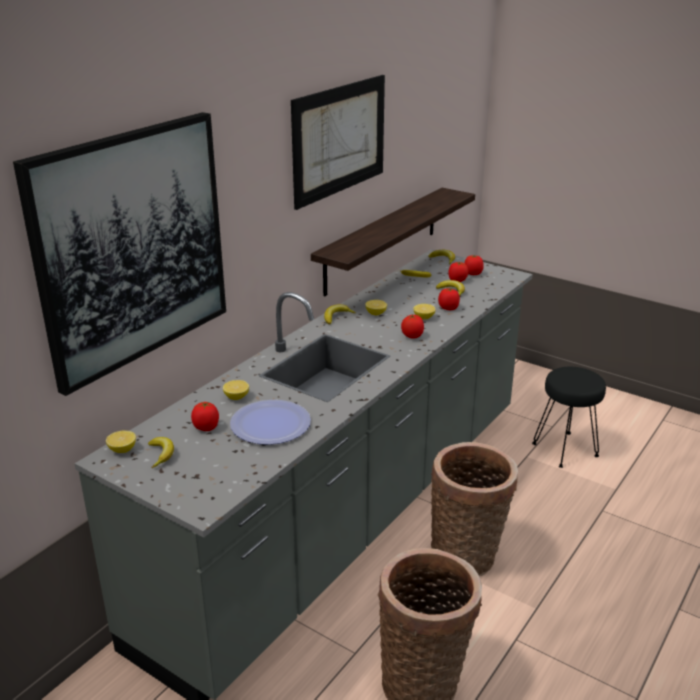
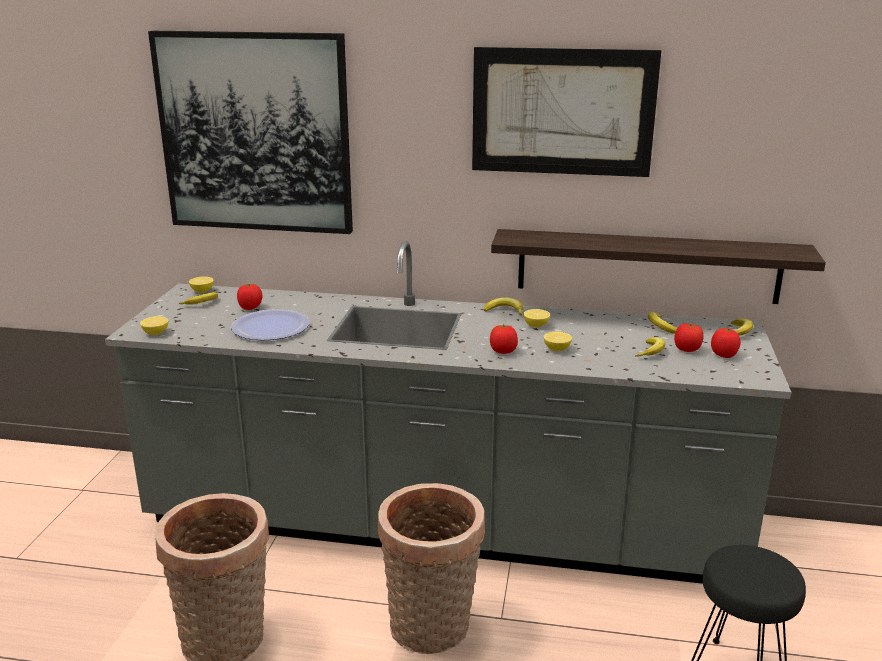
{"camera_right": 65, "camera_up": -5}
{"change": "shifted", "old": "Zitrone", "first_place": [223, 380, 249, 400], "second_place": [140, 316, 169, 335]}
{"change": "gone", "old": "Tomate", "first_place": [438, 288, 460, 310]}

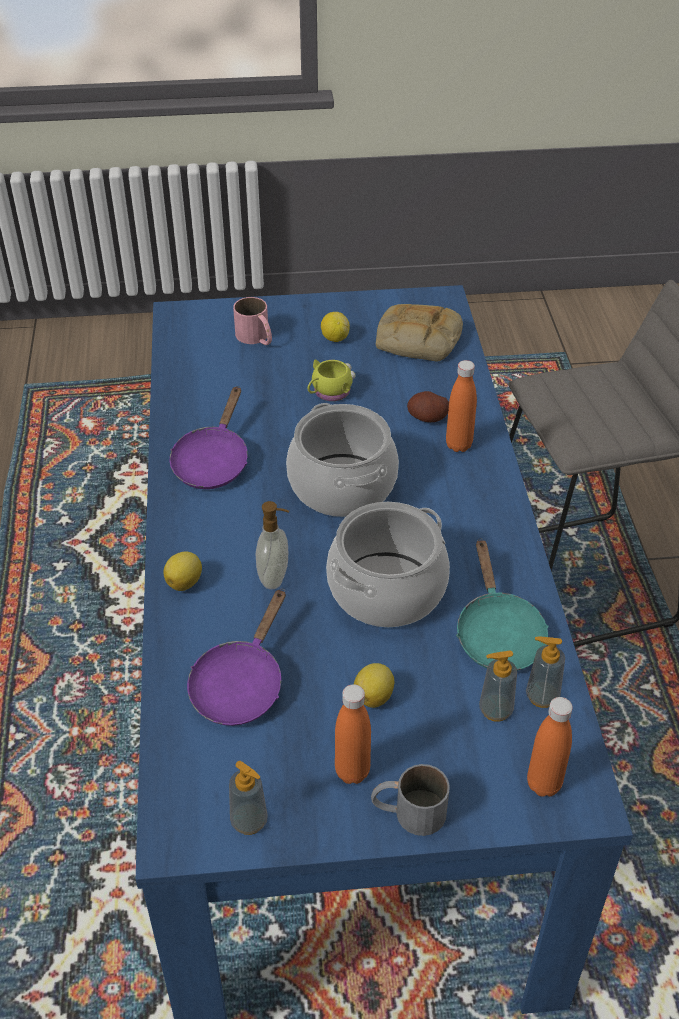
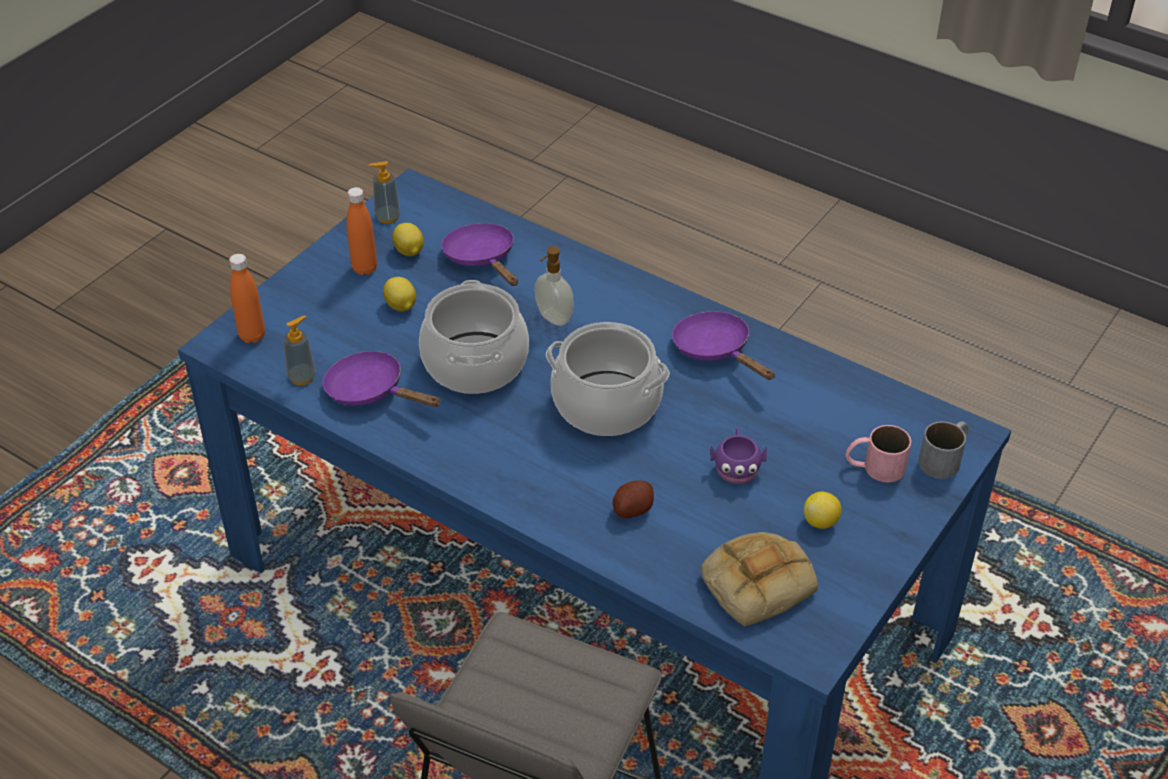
{"camera_right": 130, "camera_up": 0}
{"change": "shifted", "old": "Zitrone", "first_place": [163, 551, 202, 591], "second_place": [392, 223, 424, 256]}
{"change": "repainted", "old": "Henkelbecher [gelb]", "new": "Henkelbecher [lila]", "first_place": [308, 360, 355, 401], "second_place": [710, 428, 767, 484]}
{"change": "shifted", "old": "Henkelbecher [grau]", "first_place": [371, 764, 450, 836], "second_place": [919, 421, 969, 479]}
{"change": "gone", "old": "Flasche [orange]", "first_place": [446, 360, 477, 452]}
{"change": "repainted", "old": "Pfanne [türkis]", "new": "Pfanne [lila]", "first_place": [456, 538, 549, 671], "second_place": [323, 351, 441, 407]}
{"change": "gone", "old": "Seifenspender", "first_place": [479, 650, 517, 722]}

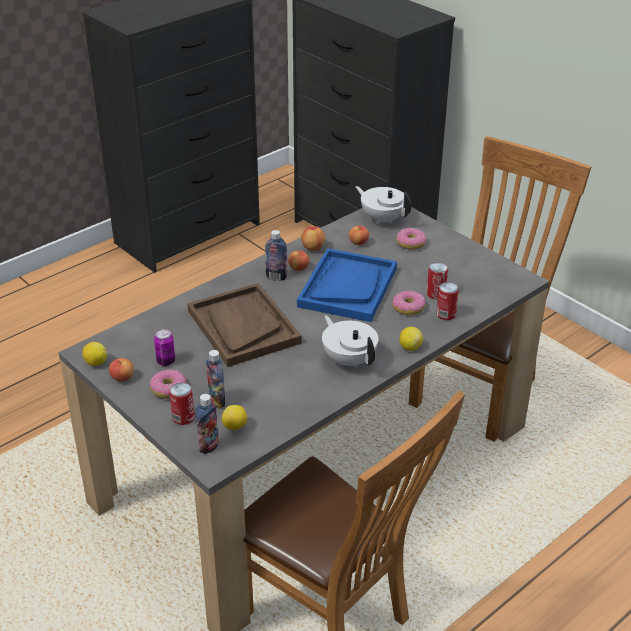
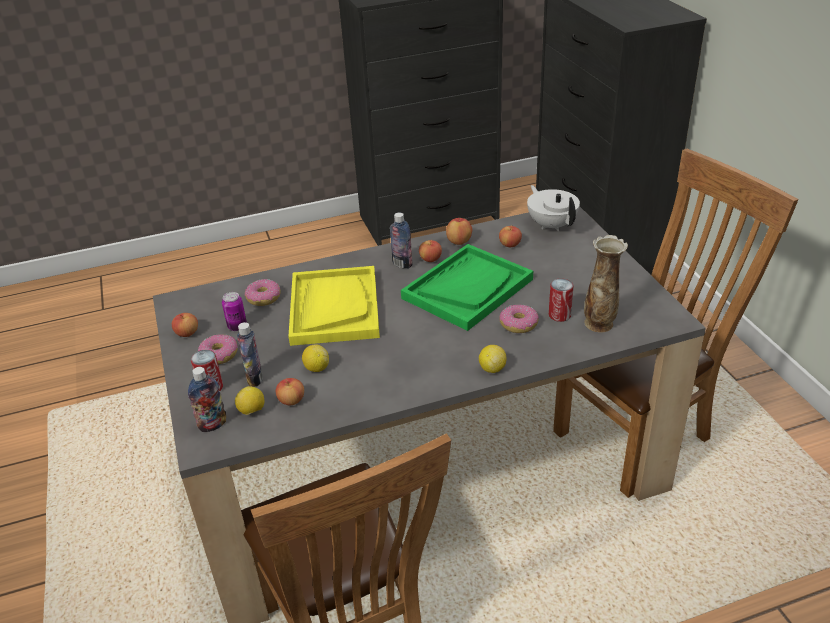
{"camera_right": 25, "camera_up": 0}
{"change": "shifted", "old": "Zitrone", "first_place": [82, 342, 107, 366], "second_place": [302, 344, 329, 372]}
{"change": "repainted", "old": "Tablett [braun]", "new": "Tablett [gelb]", "first_place": [187, 283, 302, 367], "second_place": [288, 266, 380, 346]}
{"change": "repainted", "old": "Tablett [blau]", "new": "Tablett [grün]", "first_place": [297, 248, 397, 322], "second_place": [401, 244, 533, 331]}
{"change": "gone", "old": "Teekanne [weiß]", "first_place": [322, 315, 379, 368]}
{"change": "shifted", "old": "Donut", "first_place": [396, 228, 427, 250], "second_place": [245, 279, 281, 306]}
{"change": "gone", "old": "Dose", "first_place": [437, 282, 459, 320]}
{"change": "new", "new": "Apfel", "second_place": [276, 378, 304, 405]}
{"change": "new", "new": "Vase", "second_place": [584, 235, 628, 332]}

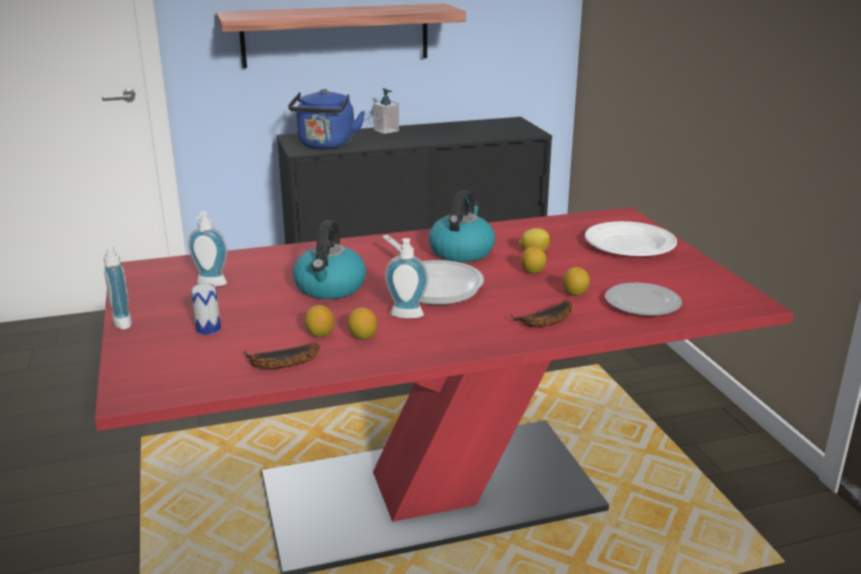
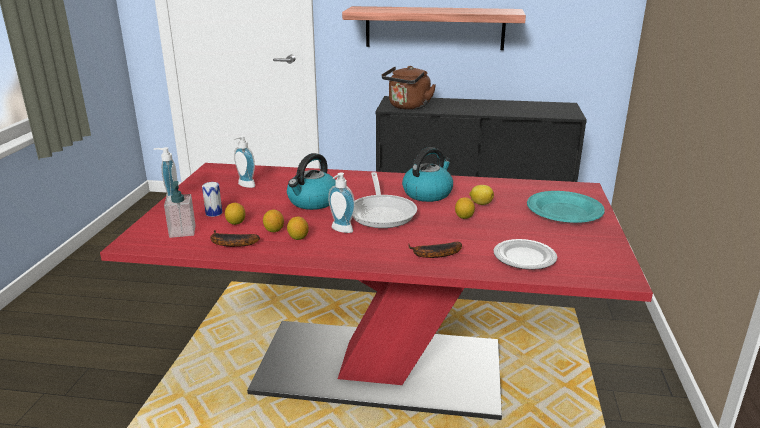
{"camera_right": 25, "camera_up": 0}
{"change": "repainted", "old": "Wasserkessel [blau]", "new": "Wasserkessel [braun]", "first_place": [288, 89, 365, 149], "second_place": [382, 66, 436, 110]}
{"change": "shifted", "old": "Seifenspender", "first_place": [373, 88, 399, 134], "second_place": [164, 181, 196, 238]}
{"change": "shifted", "old": "Zitrone", "first_place": [563, 267, 590, 296], "second_place": [225, 203, 245, 225]}
{"change": "repainted", "old": "Teller [weiß]", "new": "Teller [türkis]", "first_place": [585, 221, 677, 256], "second_place": [527, 191, 605, 223]}

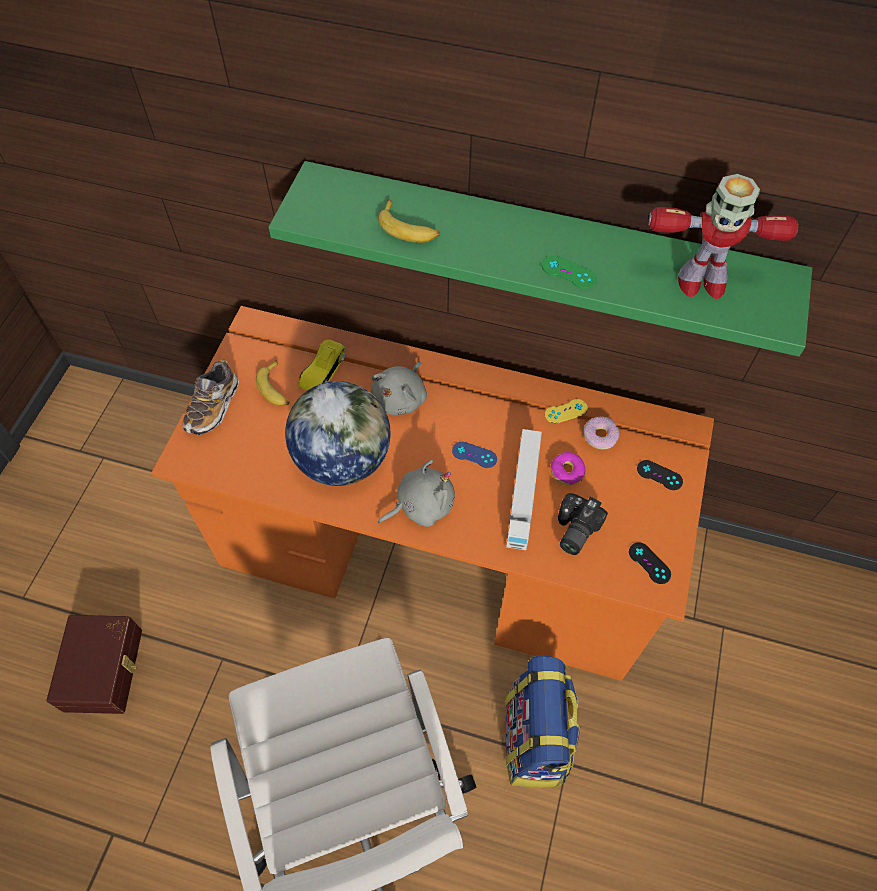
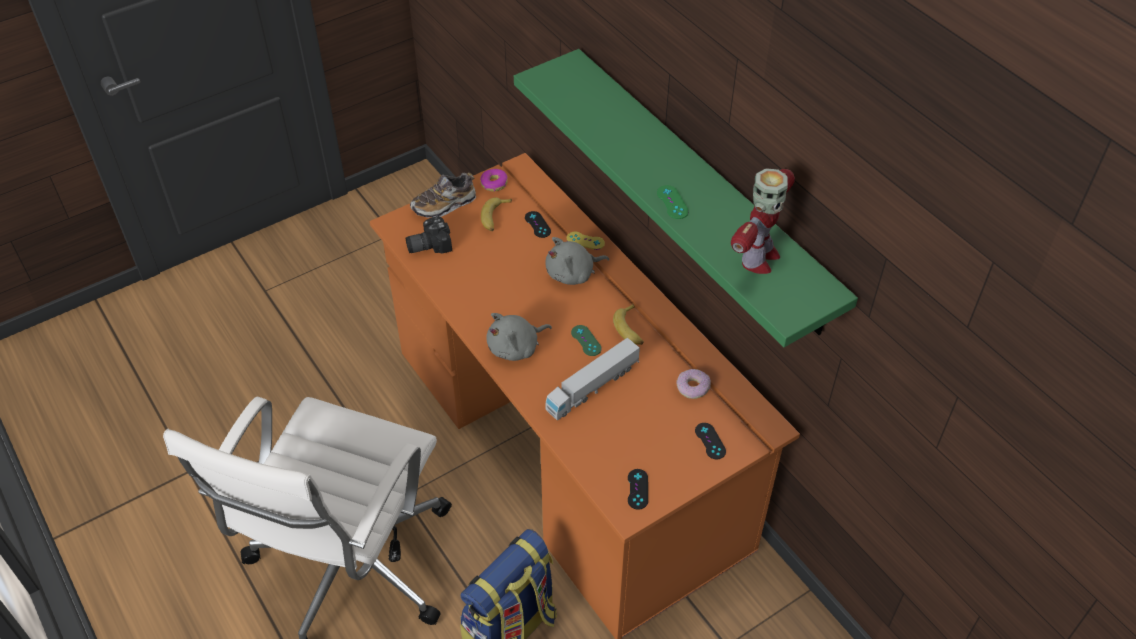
{"camera_right": 40, "camera_up": -10}
{"change": "gone", "old": "Aufbewahrungsbox [braun]", "first_place": [47, 615, 142, 714]}
{"change": "gone", "old": "Globus", "first_place": [285, 381, 391, 486]}
{"change": "swapped", "old": "Spielzeugauto [gelb]", "new": "Gamepad [schwarz]", "first_place": [298, 340, 346, 391], "second_place": [525, 211, 551, 238]}
{"change": "shifted", "old": "Banane", "first_place": [378, 200, 440, 243], "second_place": [613, 304, 644, 345]}
{"change": "rotated", "old": "Plüschtier [grau]", "first_place": [378, 460, 455, 527], "second_place": [486, 313, 552, 361], "degrees": 135}
{"change": "repainted", "old": "Gamepad [blau]", "new": "Gamepad [grün]", "first_place": [452, 442, 497, 468], "second_place": [571, 325, 602, 356]}
{"change": "shifted", "old": "Gamepad [gelb]", "first_place": [545, 399, 588, 424], "second_place": [567, 232, 605, 250]}
{"change": "shifted", "old": "Donut", "first_place": [550, 452, 586, 485], "second_place": [480, 169, 508, 191]}
{"change": "shifted", "old": "Kamera", "first_place": [558, 493, 608, 555], "second_place": [405, 216, 452, 253]}
{"change": "rotated", "old": "Spielzeugroboter", "first_place": [648, 174, 799, 299], "second_place": [731, 168, 795, 274], "degrees": -105}

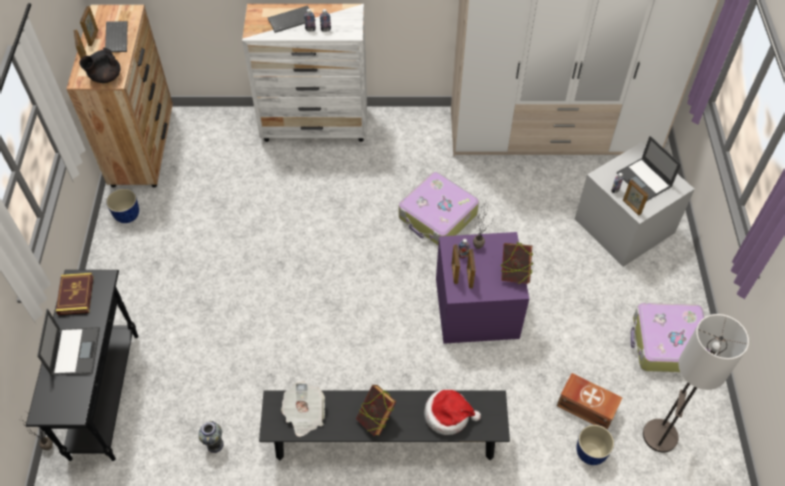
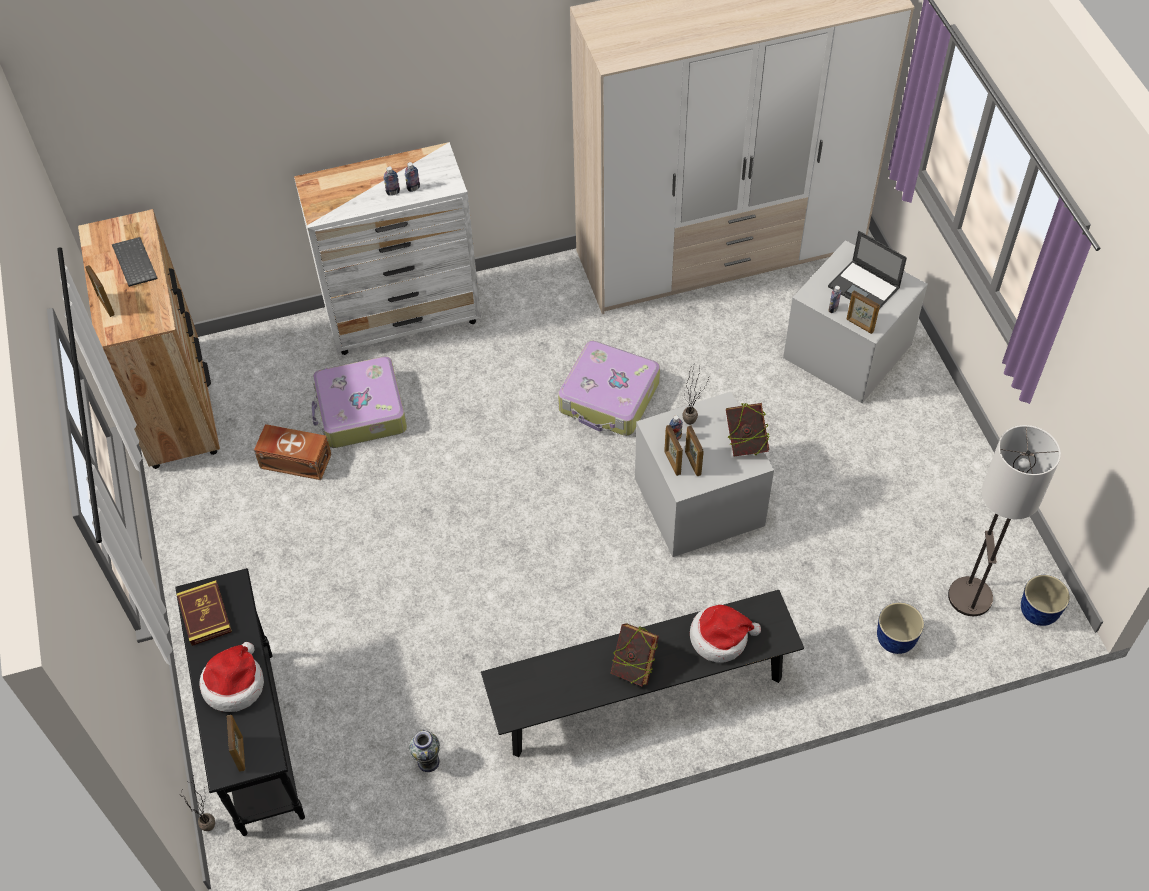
{"camera_right": -15, "camera_up": 0}
{"change": "swapped", "old": "Laptop", "new": "Hut", "first_place": [37, 309, 100, 376], "second_place": [199, 642, 264, 712]}
{"change": "gone", "old": "Teekanne [schwarz]", "first_place": [79, 48, 121, 83]}
{"change": "shifted", "old": "Bilderrahmen", "first_place": [80, 6, 98, 46], "second_place": [227, 715, 245, 772]}
{"change": "shifted", "old": "Pflanzkübel", "first_place": [106, 189, 139, 223], "second_place": [1021, 575, 1070, 626]}
{"change": "gone", "old": "Tastatur", "first_place": [268, 6, 309, 33]}
{"change": "gone", "old": "Zeitung", "first_place": [281, 381, 325, 437]}
{"change": "repainted", "old": "Aufbewahrungsbox [lila]", "new": "Aufbewahrungsbox [grau]", "first_place": [436, 232, 529, 344], "second_place": [635, 392, 774, 557]}
{"change": "shifted", "old": "Aufbewahrungsbox [braun]", "first_place": [557, 373, 622, 430], "second_place": [254, 424, 331, 480]}
{"change": "shifted", "old": "Koffer", "first_place": [631, 303, 710, 372], "second_place": [312, 356, 407, 448]}

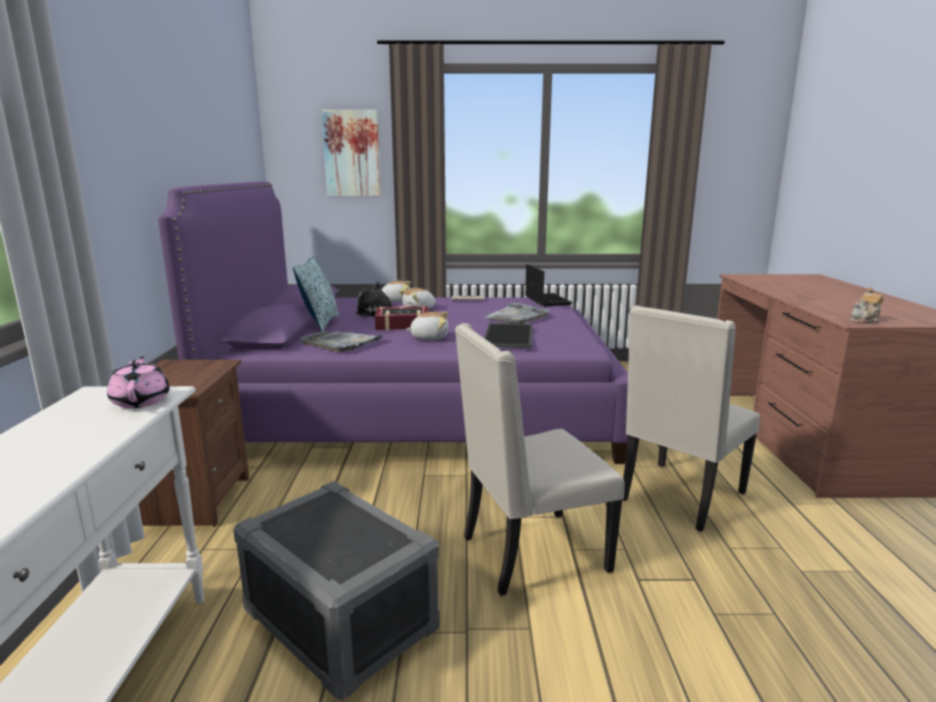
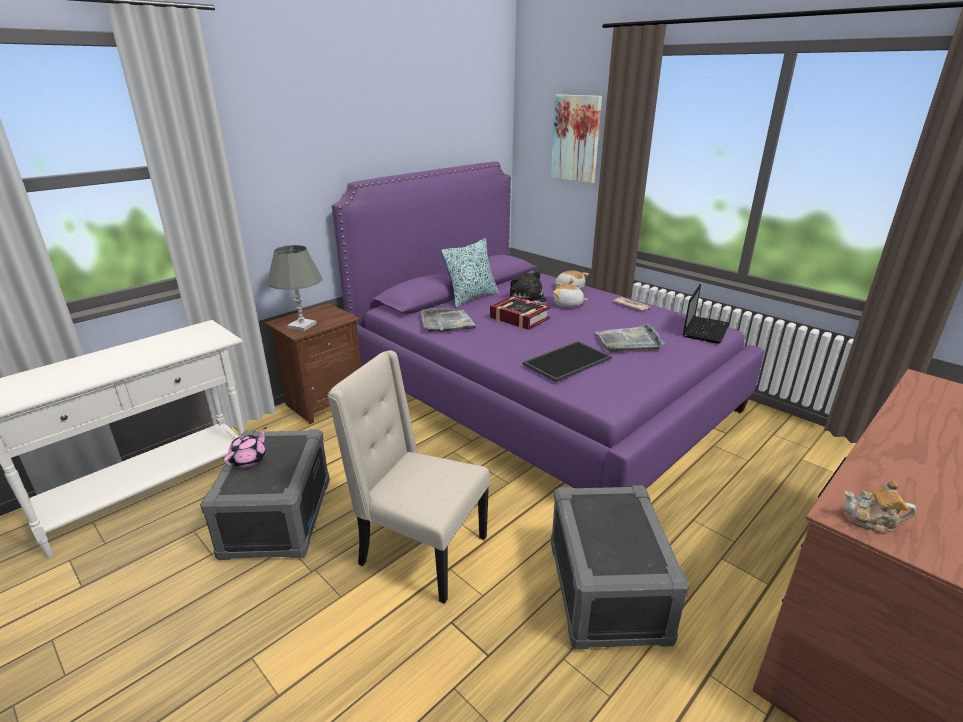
{"camera_right": 45, "camera_up": 10}
{"change": "shifted", "old": "Teekanne [rosa]", "first_place": [107, 357, 170, 408], "second_place": [224, 427, 267, 468]}
{"change": "gone", "old": "Plüschtier", "first_place": [405, 312, 449, 340]}
{"change": "swapped", "old": "Stuhl [beige]", "new": "Aufbewahrungsbox [grau]", "first_place": [623, 306, 760, 532], "second_place": [551, 485, 690, 650]}
{"change": "new", "new": "Tischlampe [grau]", "second_place": [268, 245, 323, 331]}

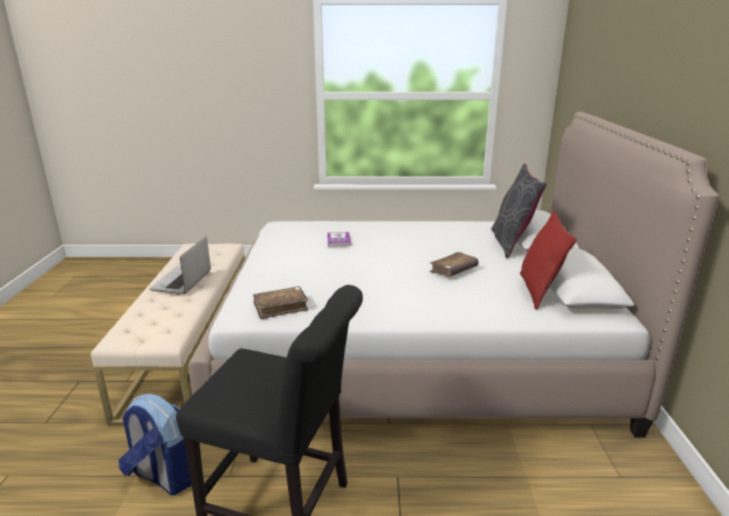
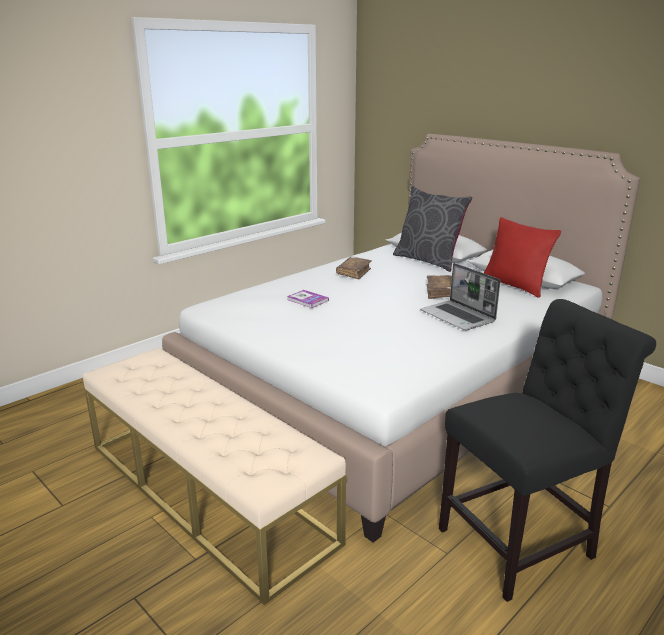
{"camera_right": -45, "camera_up": 0}
{"change": "gone", "old": "Rucksack", "first_place": [118, 394, 191, 495]}
{"change": "shifted", "old": "Laptop", "first_place": [149, 237, 211, 294], "second_place": [421, 263, 500, 330]}
{"change": "shifted", "old": "Buch [braun]", "first_place": [253, 286, 309, 319], "second_place": [336, 257, 372, 279]}

